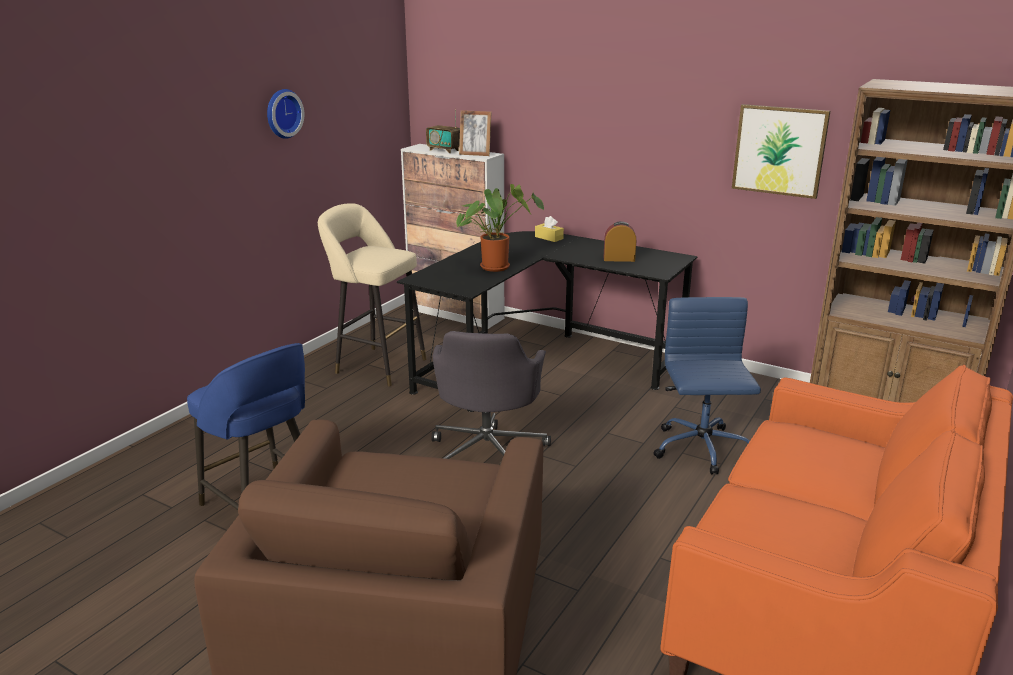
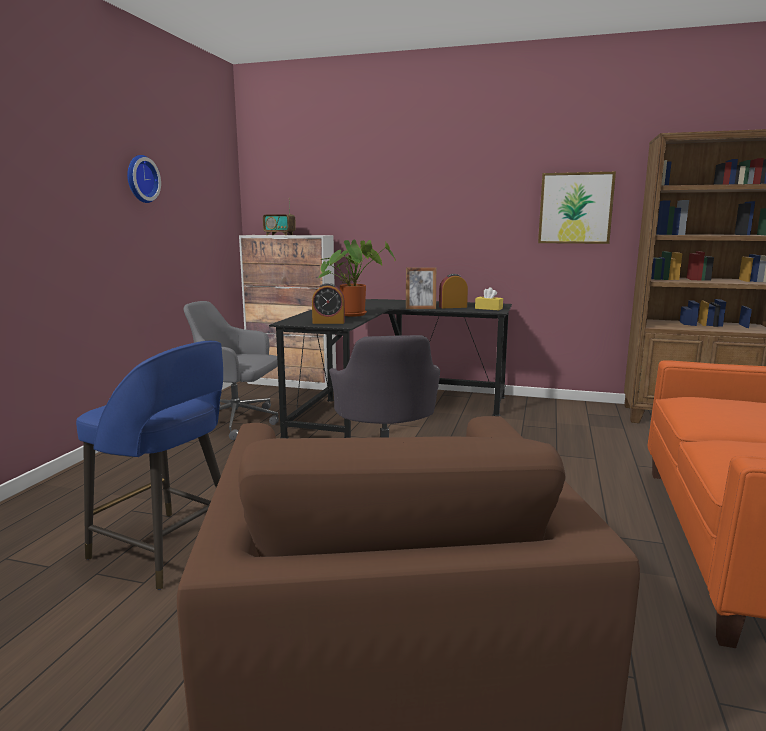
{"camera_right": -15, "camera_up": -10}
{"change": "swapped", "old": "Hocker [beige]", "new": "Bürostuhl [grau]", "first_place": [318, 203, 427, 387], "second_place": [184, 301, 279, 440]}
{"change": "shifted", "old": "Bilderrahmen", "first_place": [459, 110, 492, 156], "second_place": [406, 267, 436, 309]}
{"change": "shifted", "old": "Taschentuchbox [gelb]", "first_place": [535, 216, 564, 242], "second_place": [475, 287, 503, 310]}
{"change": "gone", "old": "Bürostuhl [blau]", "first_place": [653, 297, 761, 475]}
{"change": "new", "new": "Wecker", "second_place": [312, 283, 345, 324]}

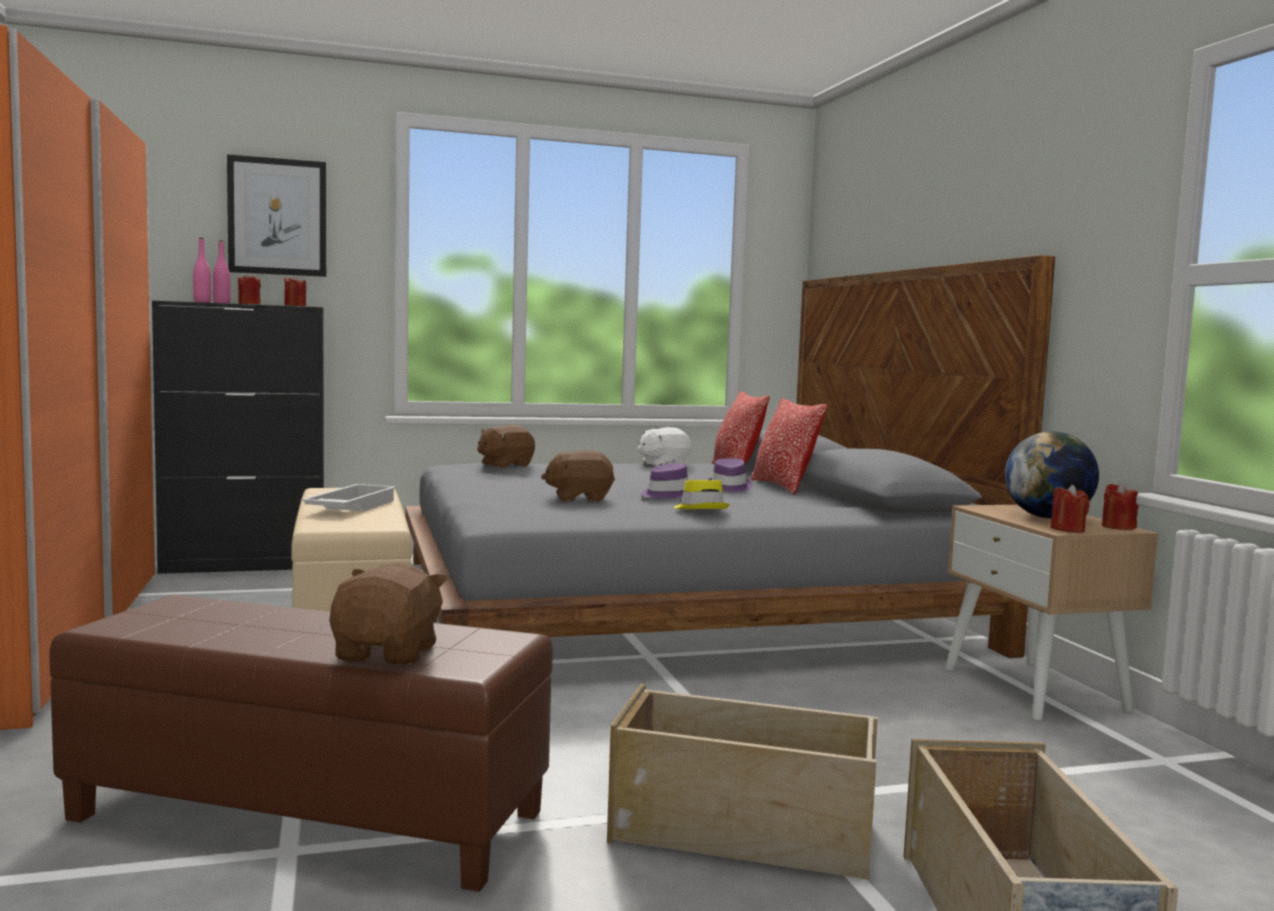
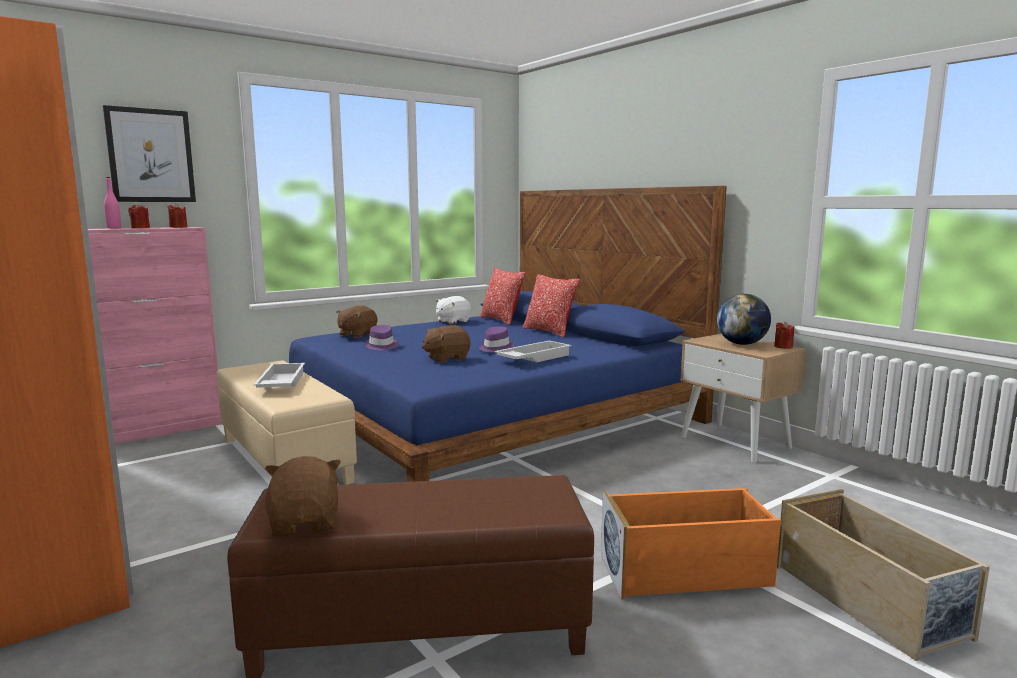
{"camera_right": -20, "camera_up": 5}
{"change": "repainted", "old": "Schrank [schwarz]", "new": "Schrank [rosa]", "first_place": [152, 301, 324, 574], "second_place": [88, 227, 222, 444]}
{"change": "gone", "old": "Flasche [rosa]", "first_place": [193, 238, 211, 303]}
{"change": "shifted", "old": "Plüschtier [braun]", "first_place": [329, 563, 448, 665], "second_place": [265, 456, 341, 536]}
{"change": "repainted", "old": "Bett [grau]", "new": "Bett [blau]", "first_place": [405, 255, 1055, 658], "second_place": [289, 186, 727, 482]}
{"change": "repainted", "old": "Aufbewahrungsbox [beige]", "new": "Aufbewahrungsbox [orange]", "first_place": [607, 683, 878, 880], "second_place": [601, 488, 781, 599]}
{"change": "swapped", "old": "Hut [gelb]", "new": "Tablett [weiß]", "first_place": [674, 480, 730, 509], "second_place": [494, 341, 571, 362]}
{"change": "shifted", "old": "Hut [lila]", "first_place": [708, 458, 752, 492], "second_place": [365, 325, 398, 350]}
{"change": "gone", "old": "Kerze [rot]", "first_place": [1050, 484, 1090, 533]}

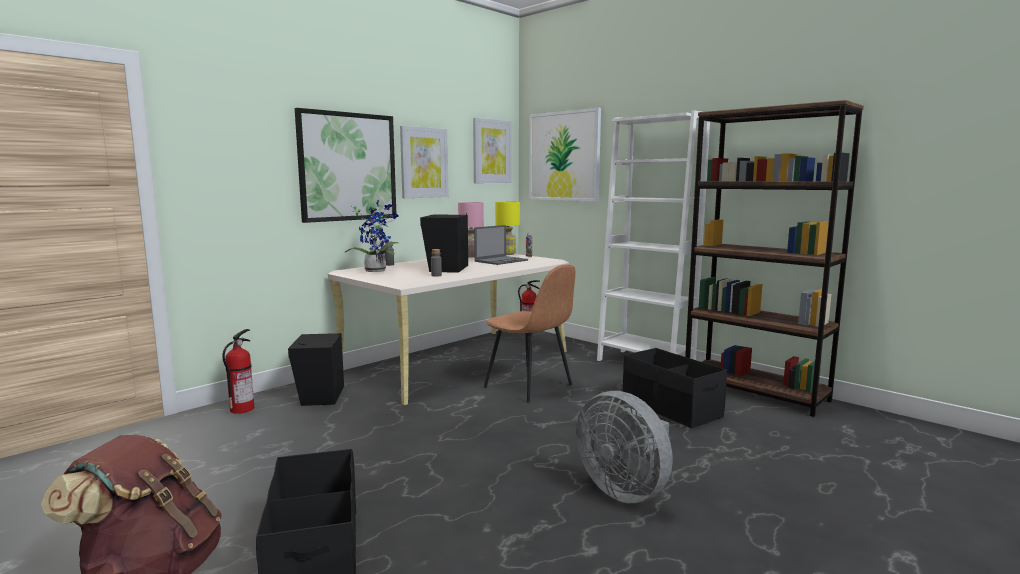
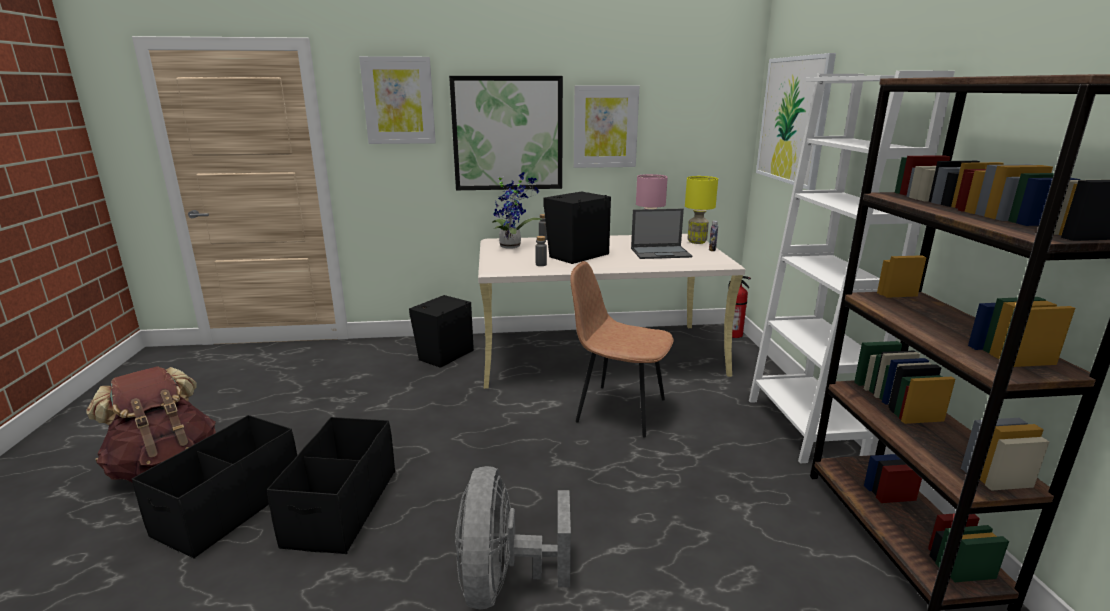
{"camera_right": 40, "camera_up": 10}
{"change": "gone", "old": "Feuerlöscher", "first_place": [222, 329, 254, 414]}
{"change": "shifted", "old": "Bild", "first_place": [473, 118, 512, 183], "second_place": [359, 56, 436, 144]}
{"change": "rotated", "old": "Stuhl [braun]", "first_place": [484, 264, 576, 402], "second_place": [570, 261, 674, 437], "degrees": 120}
{"change": "shifted", "old": "Aufbewahrungsbox [schwarz]", "first_place": [623, 348, 727, 428], "second_place": [267, 417, 395, 554]}

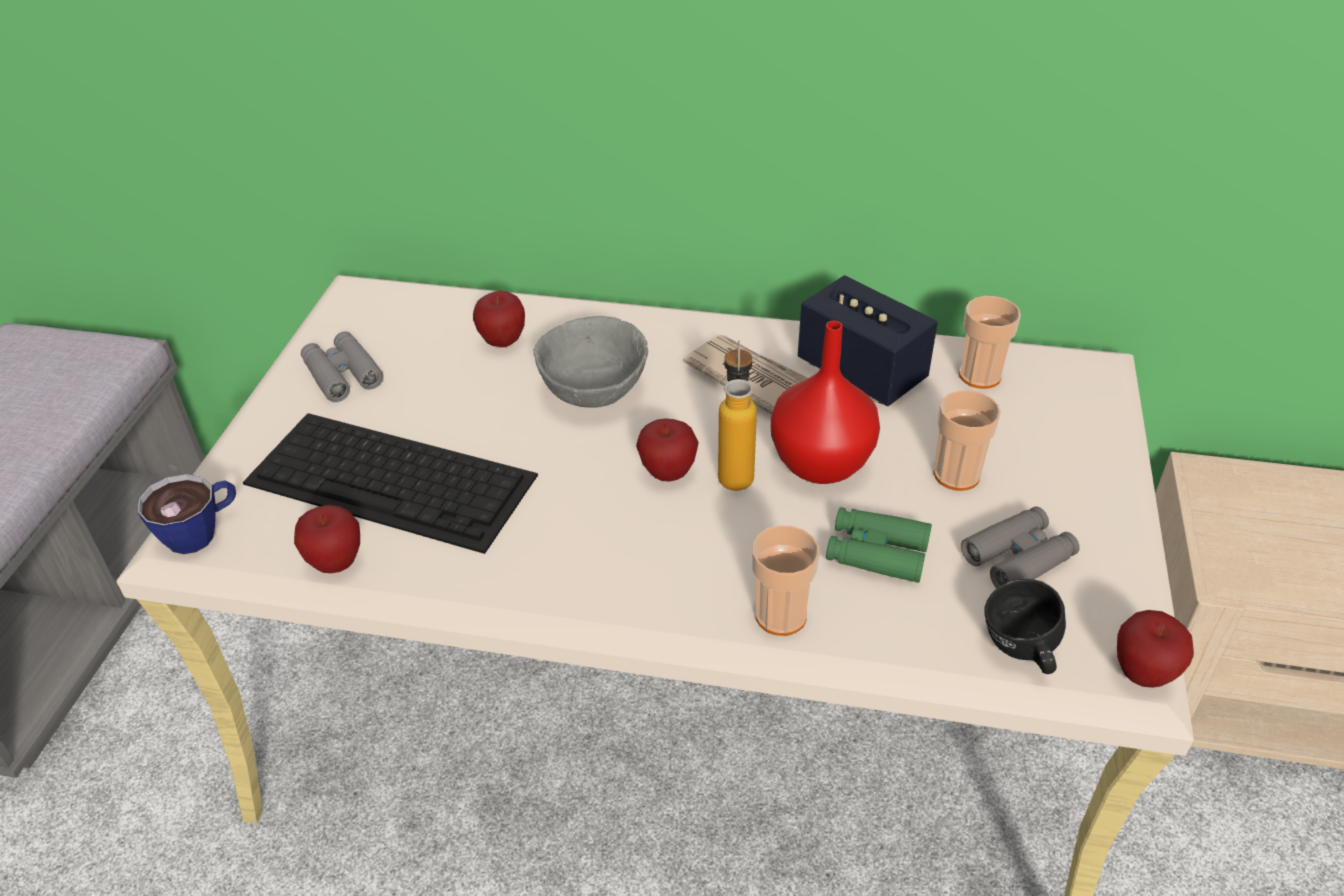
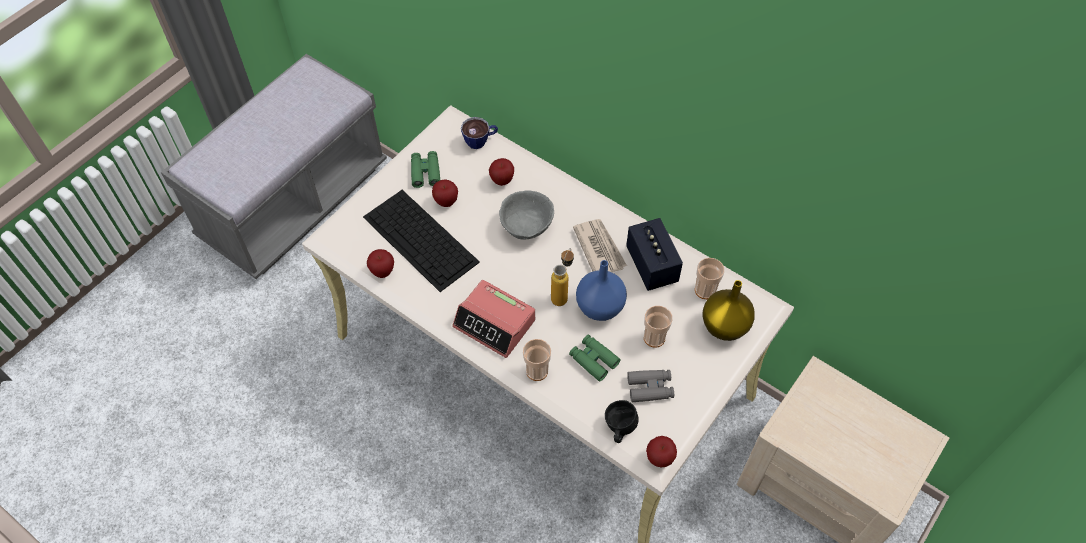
{"camera_right": 25, "camera_up": 15}
{"change": "shifted", "old": "Tasse", "first_place": [137, 474, 236, 554], "second_place": [461, 117, 498, 149]}
{"change": "repainted", "old": "Fernglas [grau]", "new": "Fernglas [grün]", "first_place": [301, 332, 384, 402], "second_place": [411, 151, 440, 188]}
{"change": "shifted", "old": "Apfel", "first_place": [636, 418, 699, 482], "second_place": [432, 179, 458, 207]}
{"change": "repainted", "old": "Vase [rot]", "new": "Vase [blau]", "first_place": [771, 321, 880, 484], "second_place": [576, 260, 627, 321]}
{"change": "new", "new": "Wecker", "second_place": [452, 280, 535, 358]}
{"change": "new", "new": "Vase [gelb]", "second_place": [702, 280, 755, 341]}

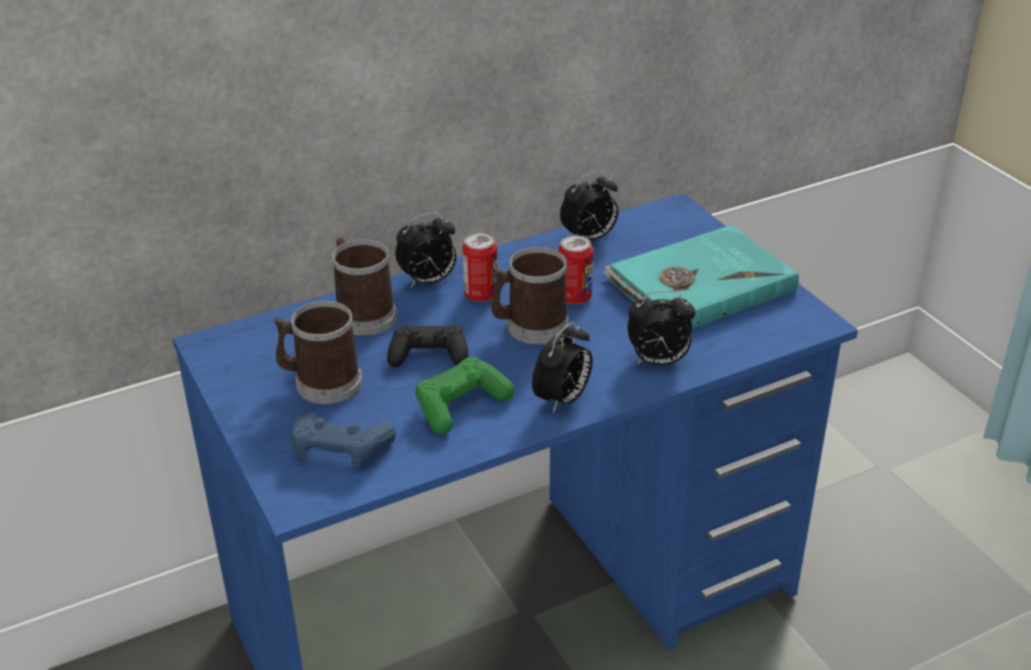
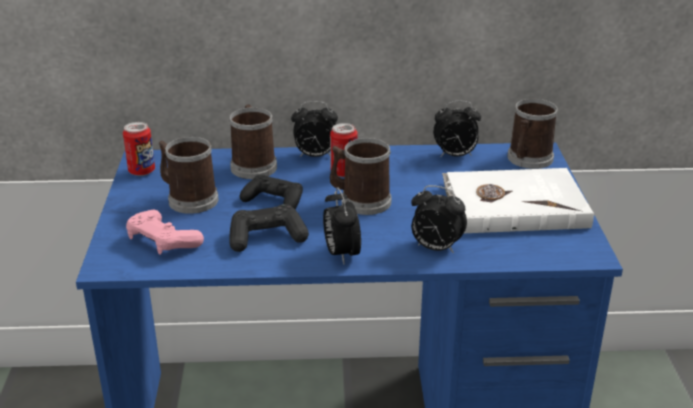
{"camera_right": 25, "camera_up": -5}
{"change": "repainted", "old": "Gamepad [blau]", "new": "Gamepad [rosa]", "first_place": [290, 411, 396, 467], "second_place": [126, 209, 204, 255]}
{"change": "repainted", "old": "Gamepad [grün]", "new": "Gamepad [schwarz]", "first_place": [415, 357, 514, 434], "second_place": [230, 204, 309, 252]}
{"change": "rotated", "old": "Wecker", "first_place": [532, 322, 592, 413], "second_place": [323, 187, 361, 265], "degrees": 105}
{"change": "shifted", "old": "Dose", "first_place": [558, 235, 593, 304], "second_place": [123, 122, 155, 176]}
{"change": "repainted", "old": "Buch [türkis]", "new": "Buch [weiß]", "first_place": [603, 225, 799, 328], "second_place": [442, 168, 594, 234]}
{"change": "new", "new": "Henkelbecher", "second_place": [507, 99, 558, 169]}

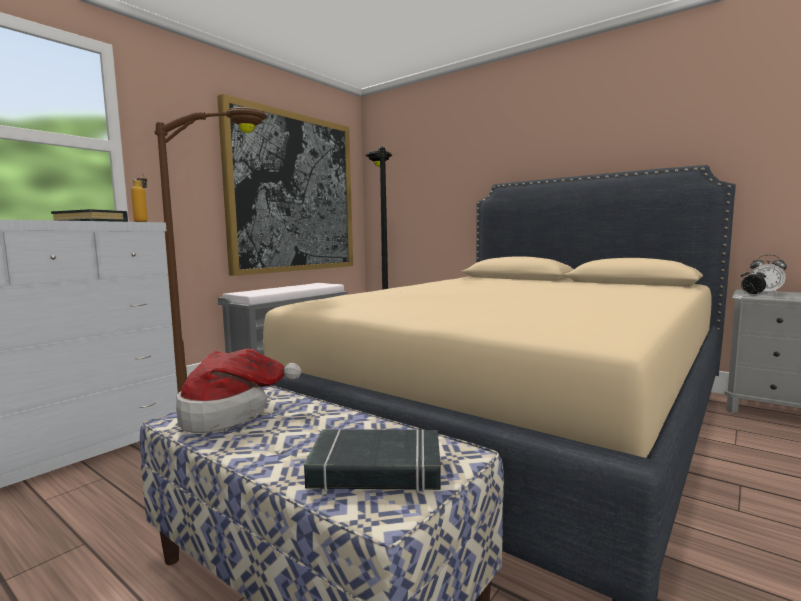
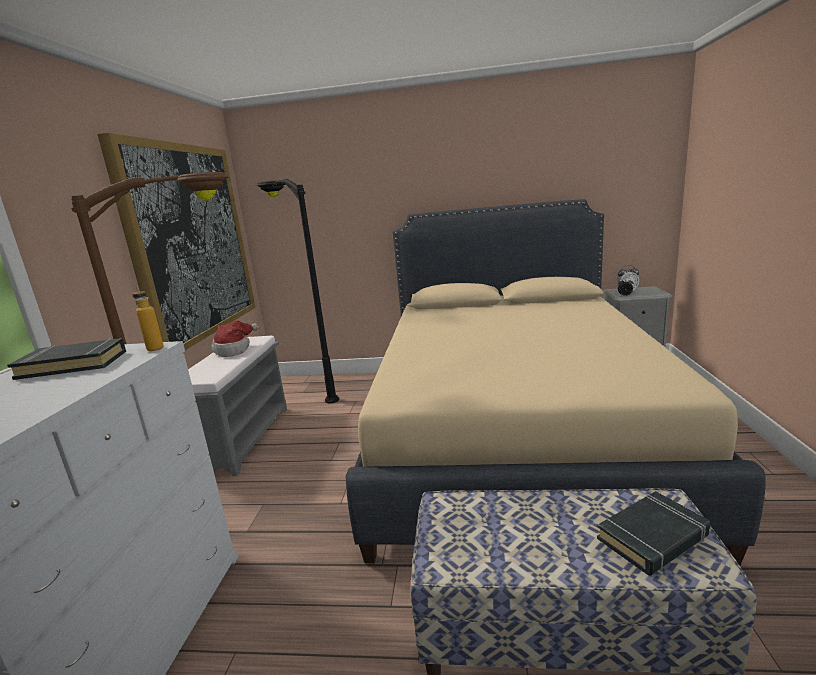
{"camera_right": -30, "camera_up": 10}
{"change": "shifted", "old": "Hut", "first_place": [176, 349, 301, 433], "second_place": [211, 320, 259, 357]}

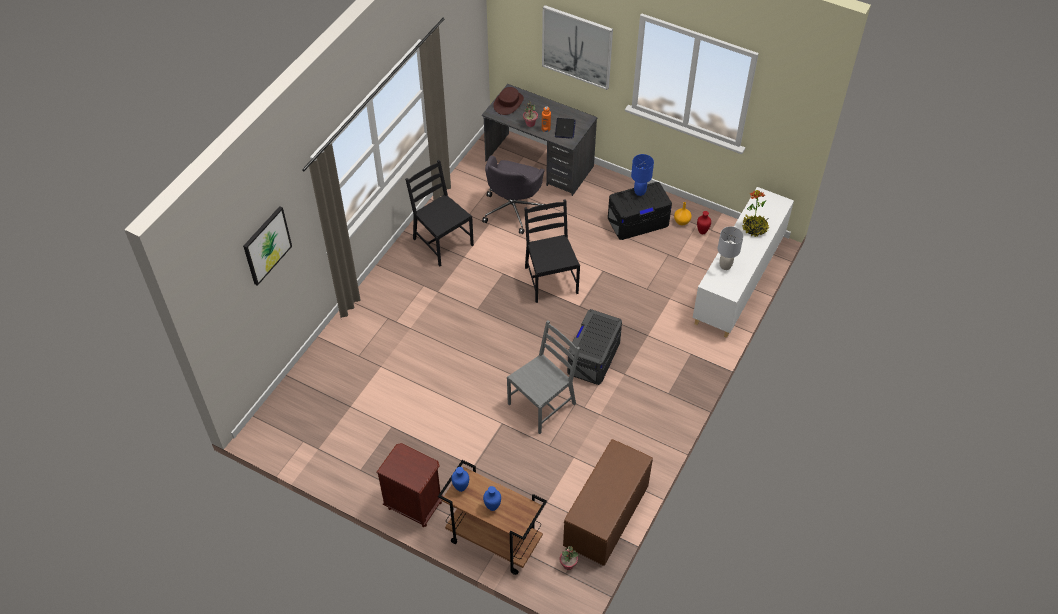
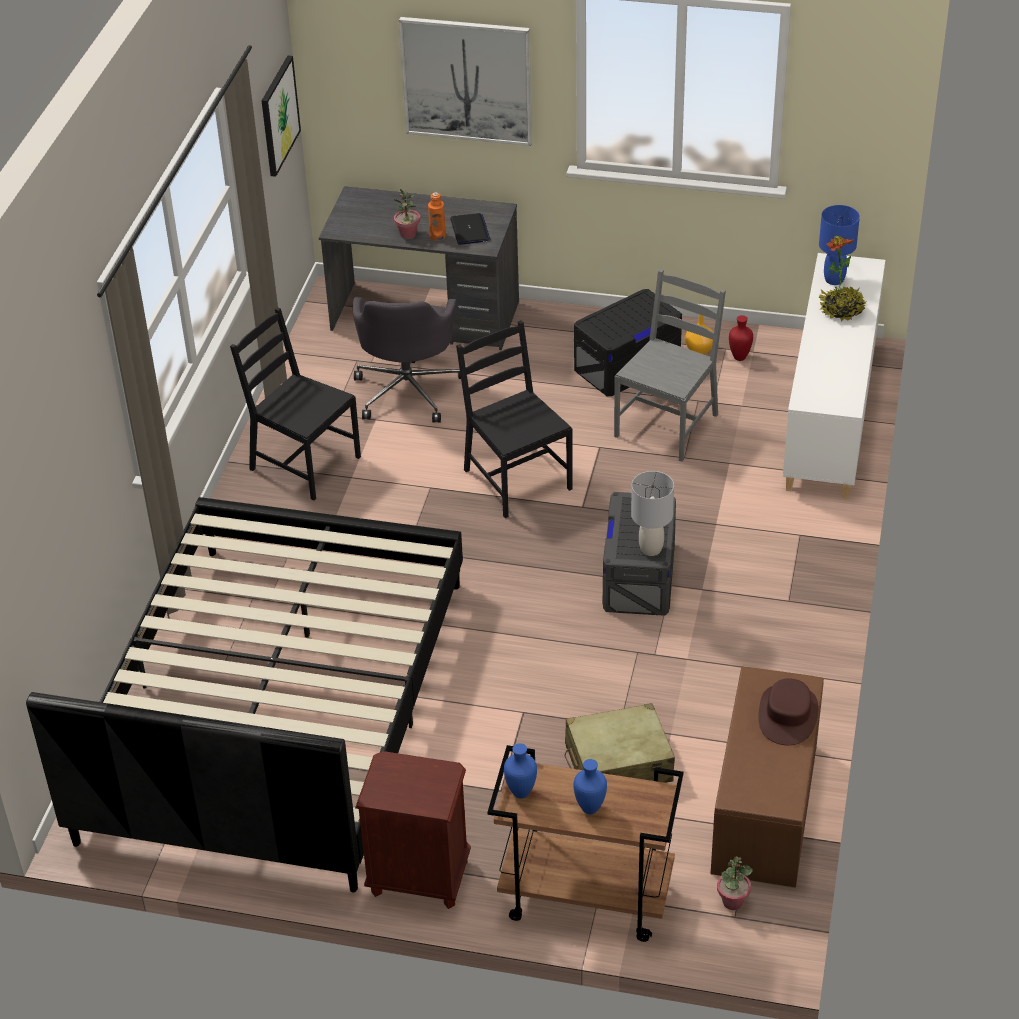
{"camera_right": -15, "camera_up": -10}
{"change": "shifted", "old": "Bild", "first_place": [243, 206, 292, 286], "second_place": [262, 55, 301, 177]}
{"change": "shifted", "old": "Hut [braun]", "first_place": [493, 87, 524, 115], "second_place": [758, 678, 818, 745]}
{"change": "shifted", "old": "Stuhl [grau]", "first_place": [507, 320, 580, 434], "second_place": [614, 269, 726, 462]}
{"change": "shifted", "old": "Tischlampe [blau]", "first_place": [631, 154, 654, 196], "second_place": [819, 205, 860, 285]}
{"change": "shifted", "old": "Tischlampe [grau]", "first_place": [718, 226, 744, 270], "second_place": [631, 471, 674, 556]}
{"change": "new", "new": "Bett [schwarz]", "second_place": [26, 497, 463, 892]}
{"change": "new", "new": "Koffer [beige]", "second_place": [565, 703, 675, 783]}

